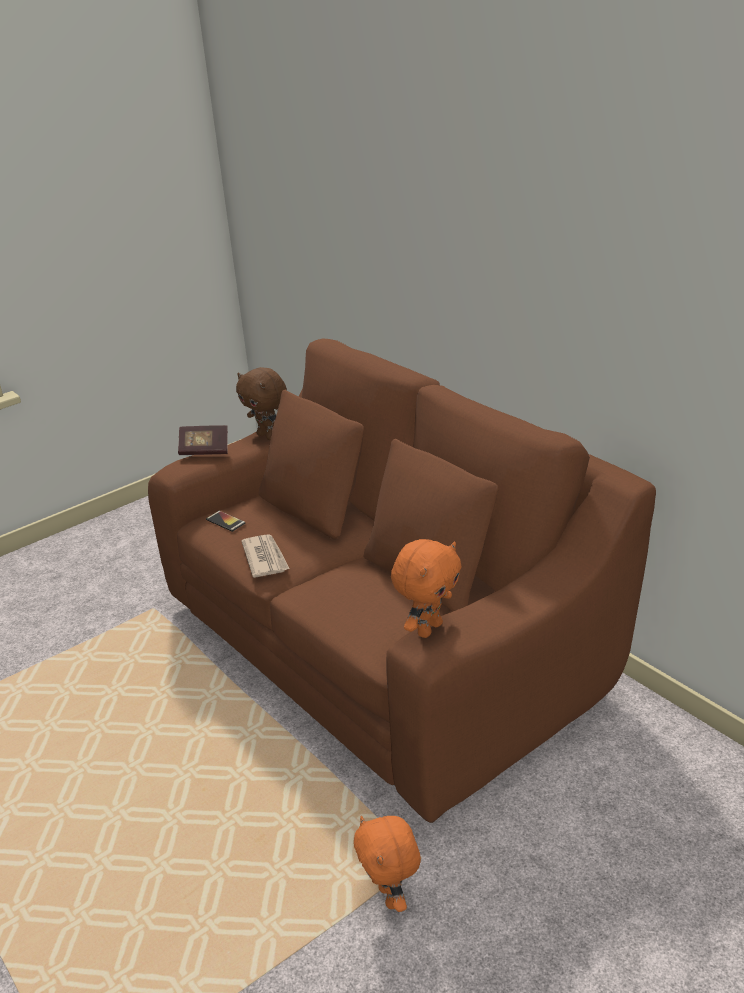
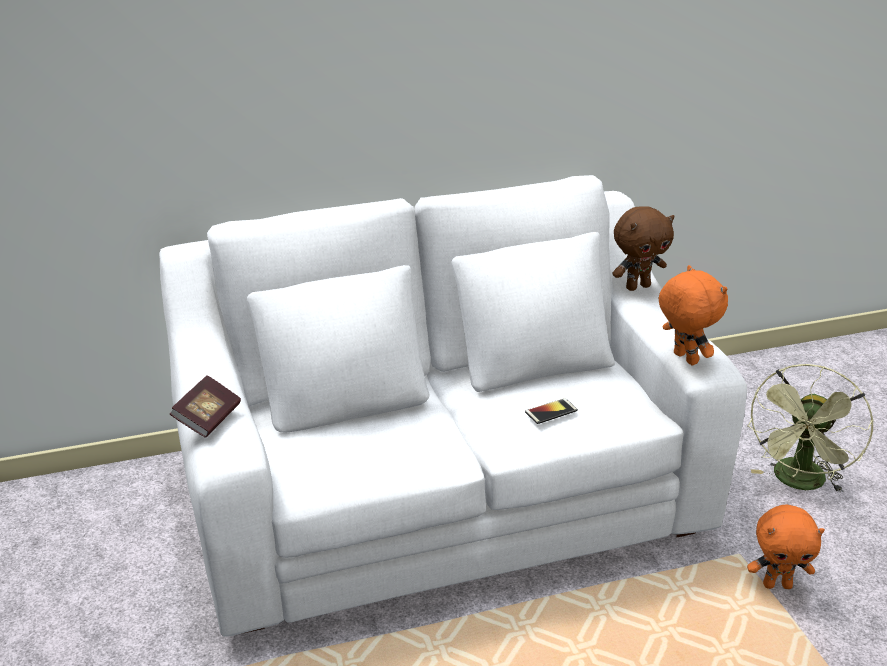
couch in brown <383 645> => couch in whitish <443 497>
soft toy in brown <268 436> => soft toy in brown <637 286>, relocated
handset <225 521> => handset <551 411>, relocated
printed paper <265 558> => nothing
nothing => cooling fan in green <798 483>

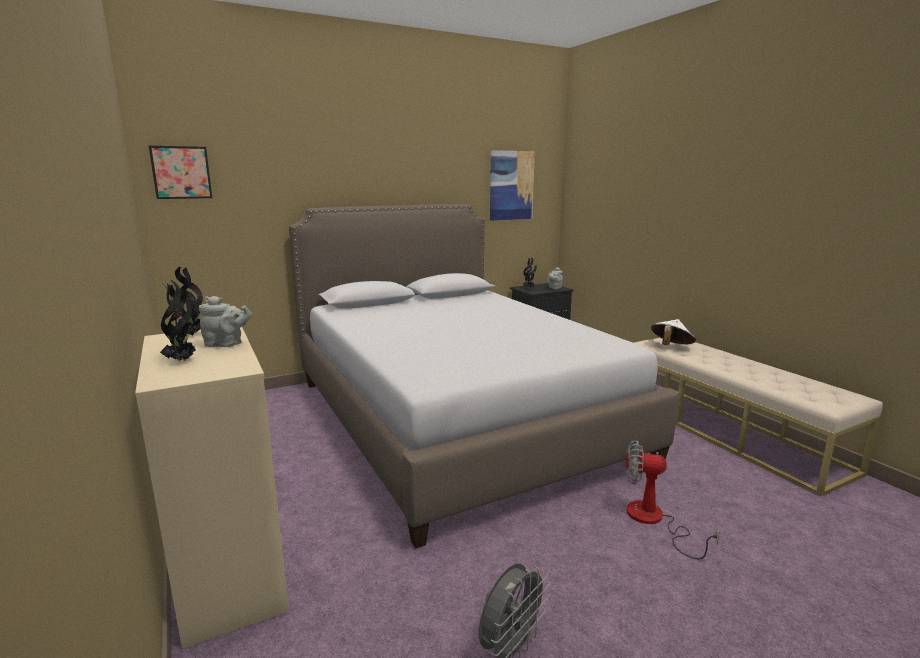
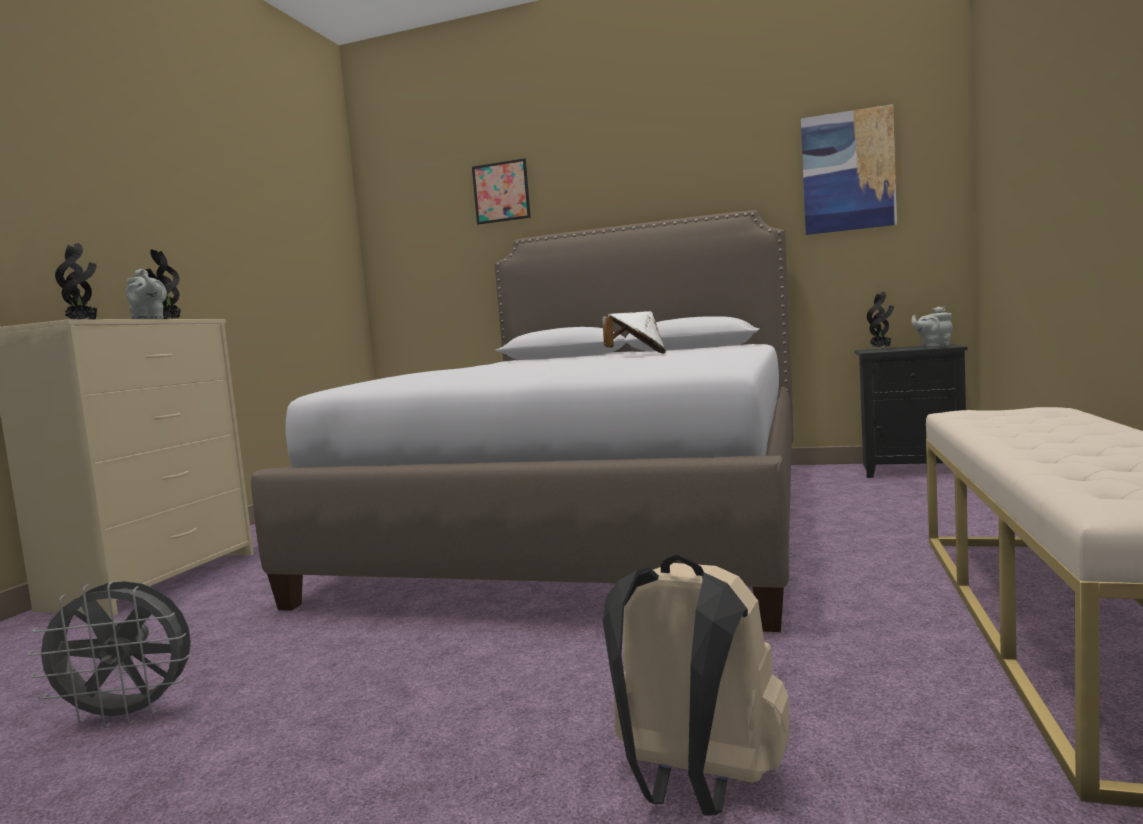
wall picture <181 172> => wall picture <501 192>, relocated
clothing hat in whitish <670 347> => clothing hat in whitish <637 355>, relocated
cooling fan <654 521> => nothing
nothing => backpack in beige-coloured <696 787>

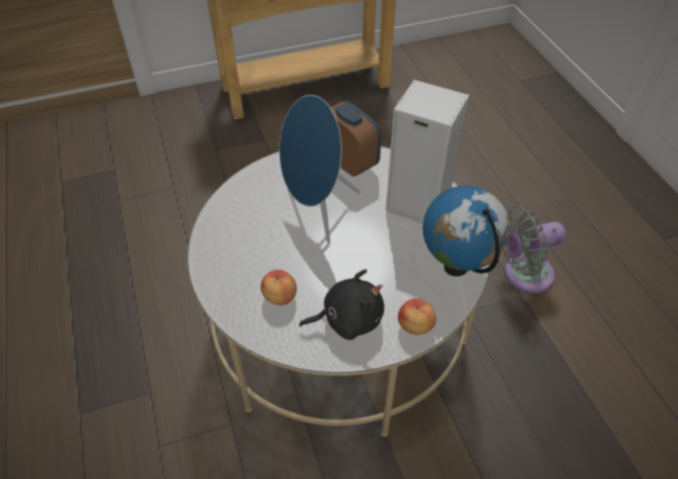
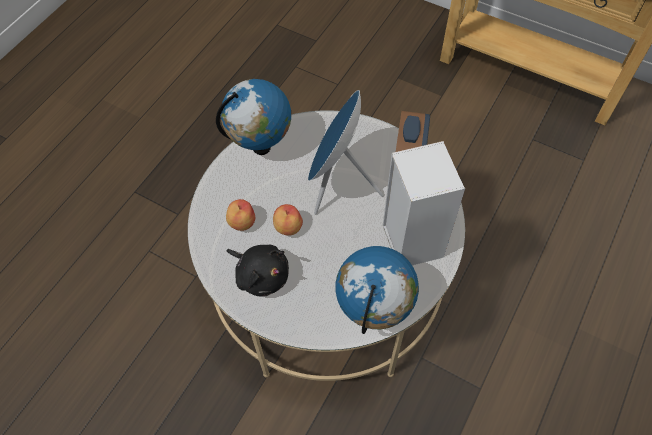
cooling fan in gray <523 275> => nothing
apple <415 326> => apple <287 227>, relocated
nothing => globe <261 146>

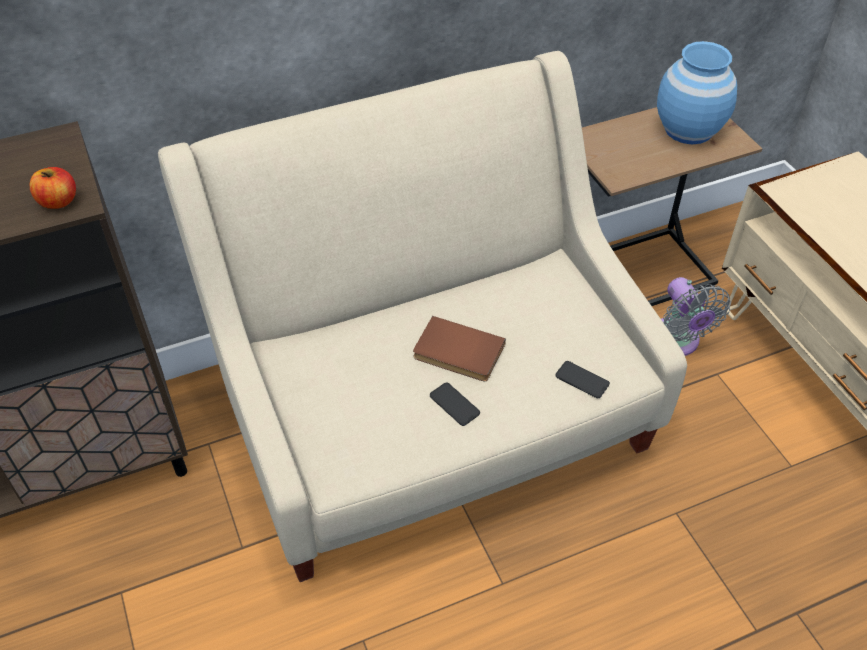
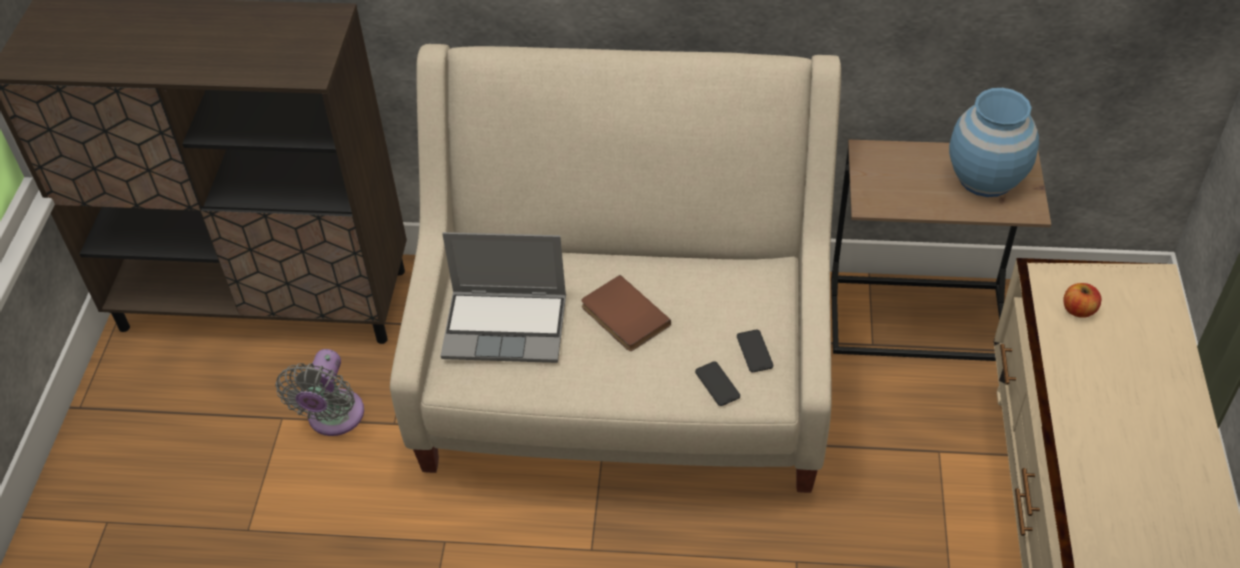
apple <58 201> => apple <1078 310>, relocated
cooling fan in gray <676 342> => cooling fan in gray <333 418>, relocated
handset <454 404> => handset <754 351>, relocated
nothing => laptop <507 327>

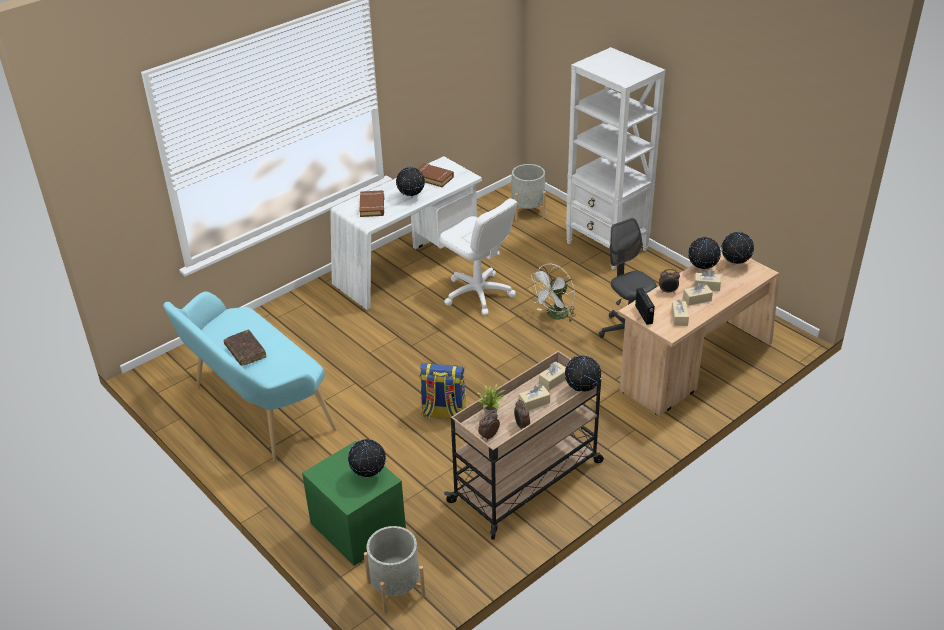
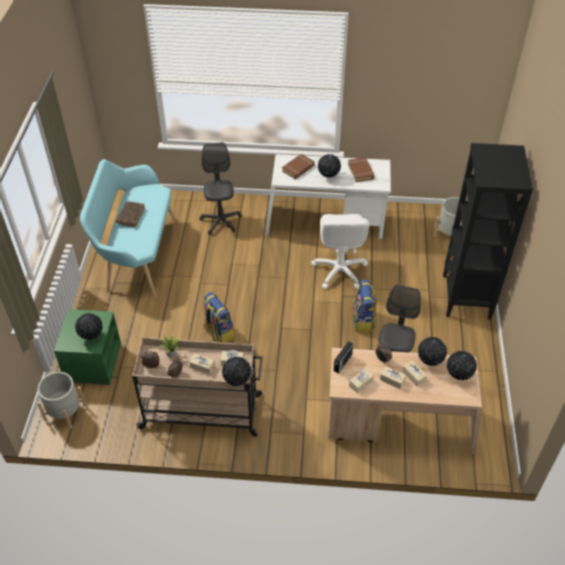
bookcase in whitish <607 247> => bookcase in black <466 297>
cooling fan in whitish <555 316> => backpack <363 320>
nothing => office chair in gray <220 221>

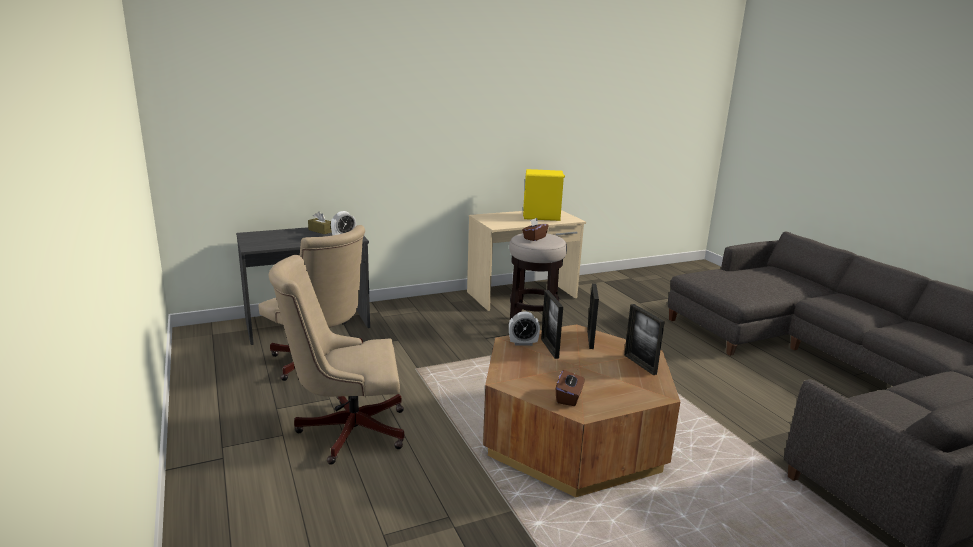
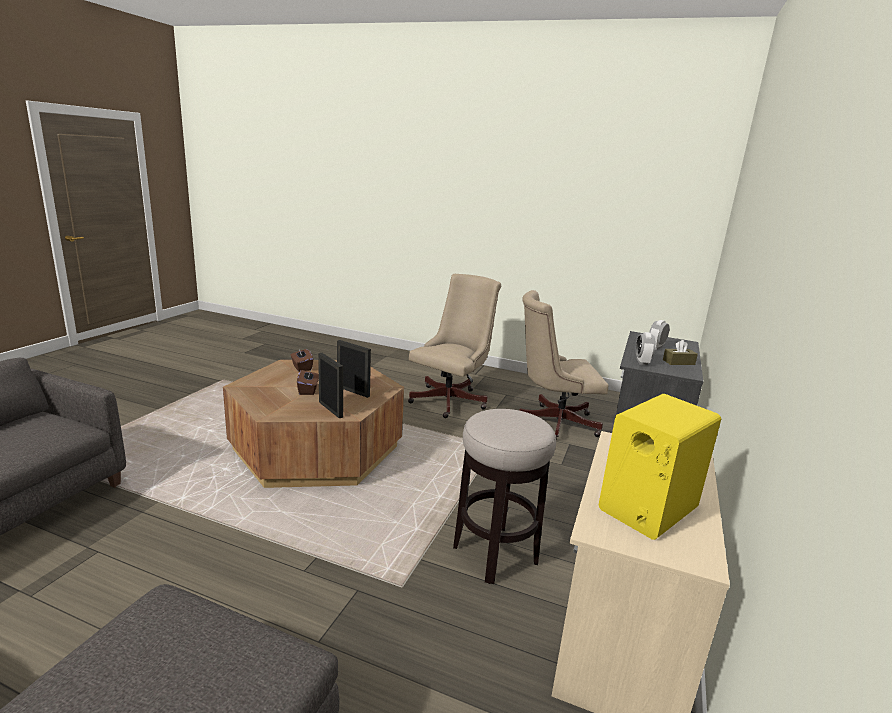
tissue holder in brown <534 238> => tissue holder in brown <308 390>, relocated
photo frame <640 364> => nothing
table clock <523 343> => table clock <656 347>, relocated

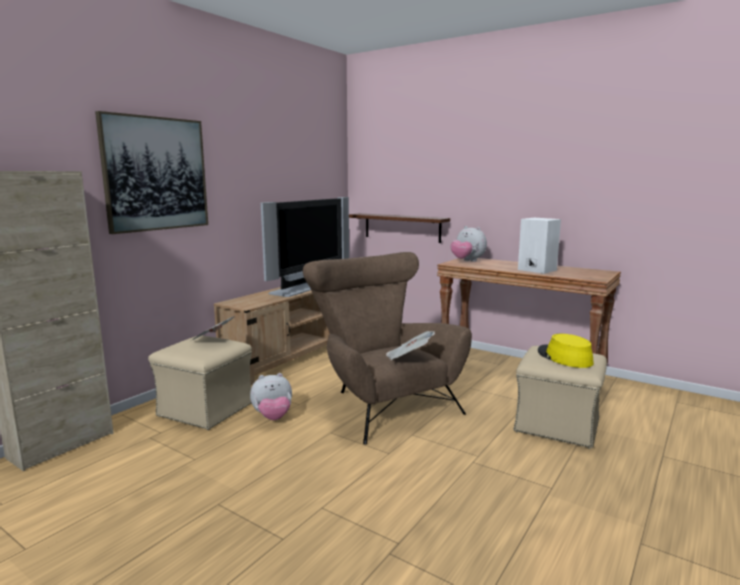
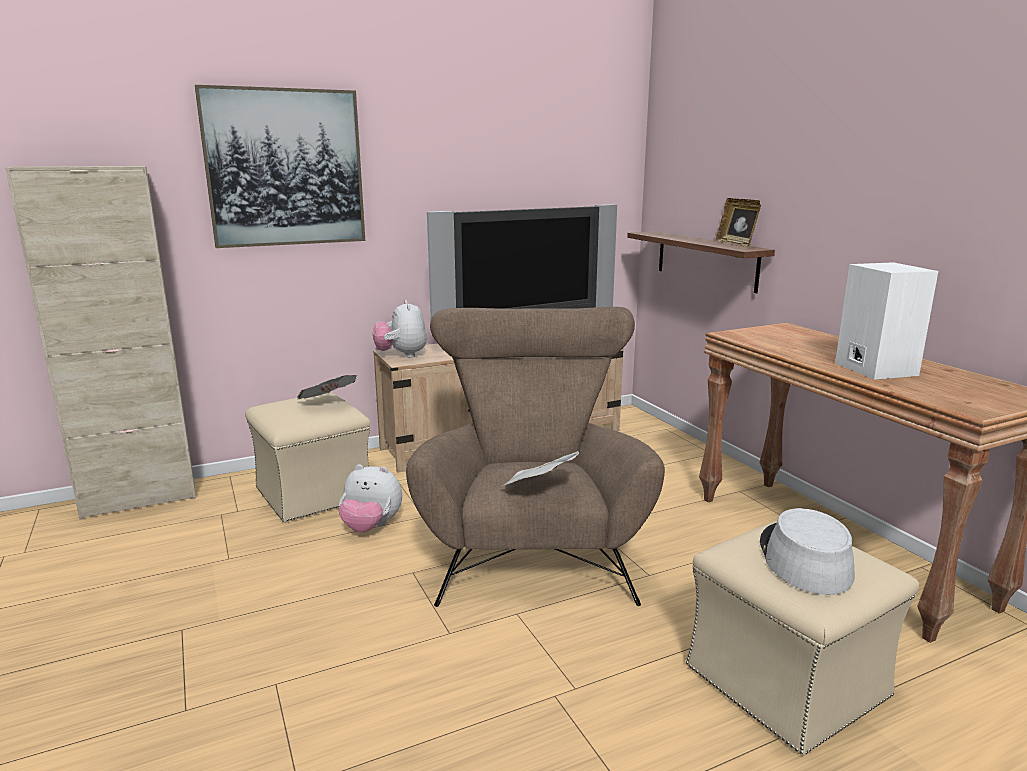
soft toy <467 261> => soft toy <401 355>, relocated
clothing hat in yellowish <564 357> => clothing hat in gray <803 559>
nothing => photo frame <736 244>

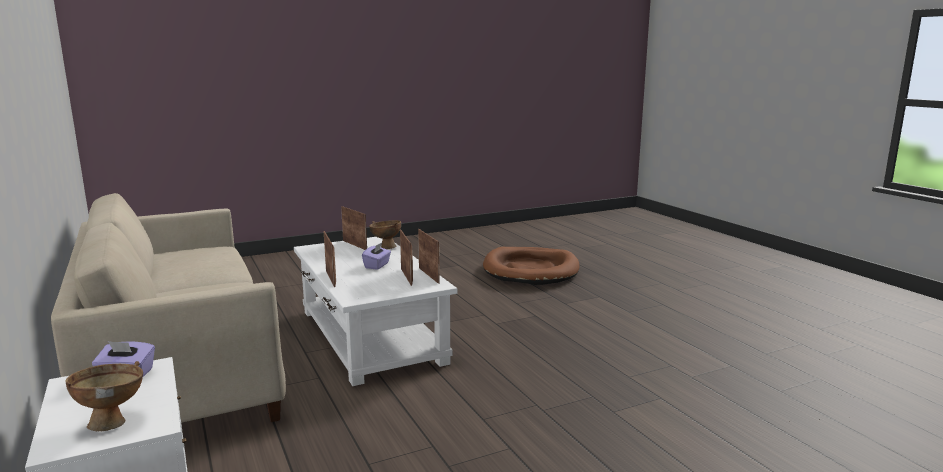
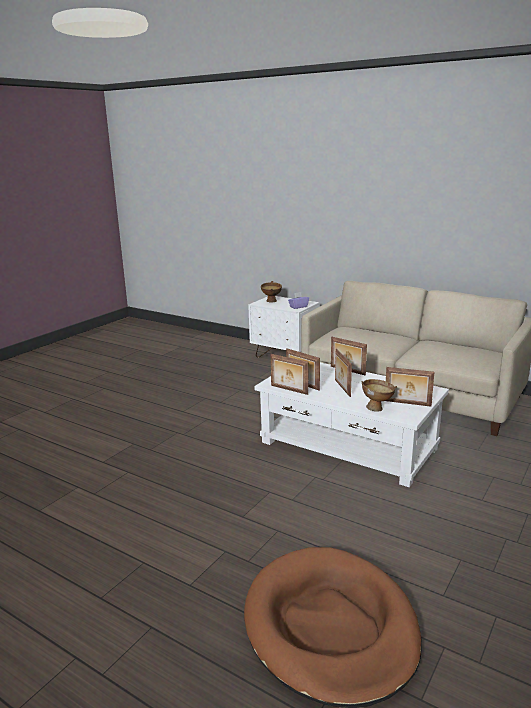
tissue holder in purplish <377 265> => photo frame <341 388>

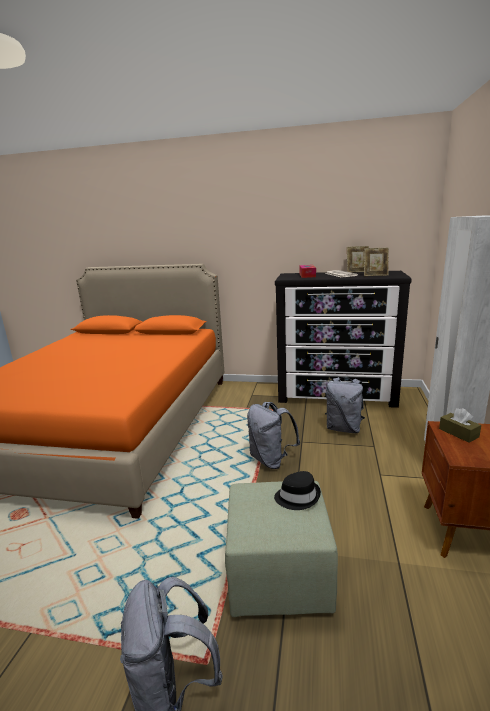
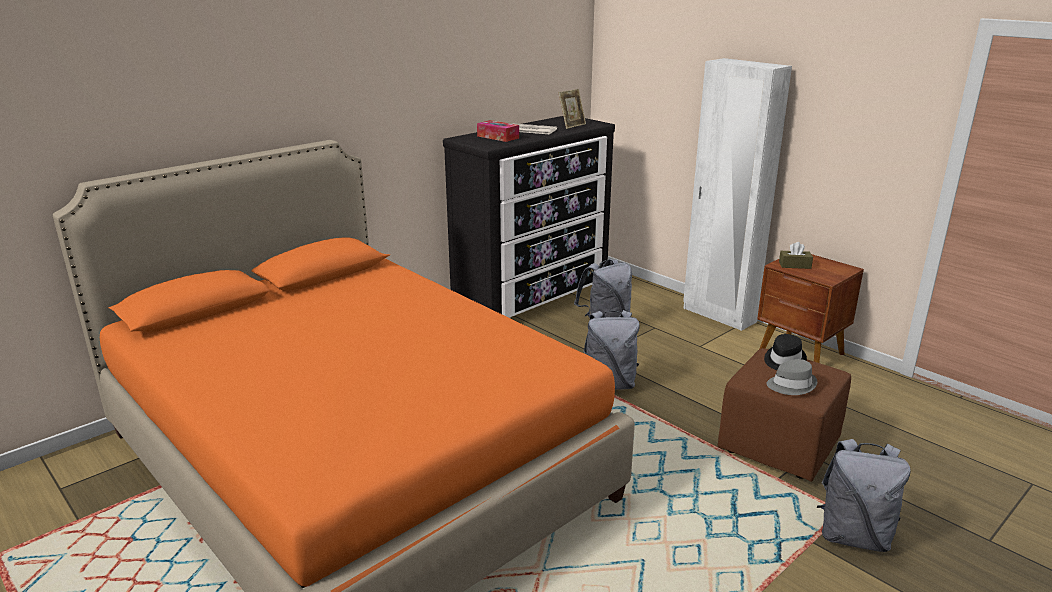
photo frame <357 271> => nothing
pouffe in green <280 574> => pouffe in brown <778 445>
nothing => clothing hat in gray <791 385>

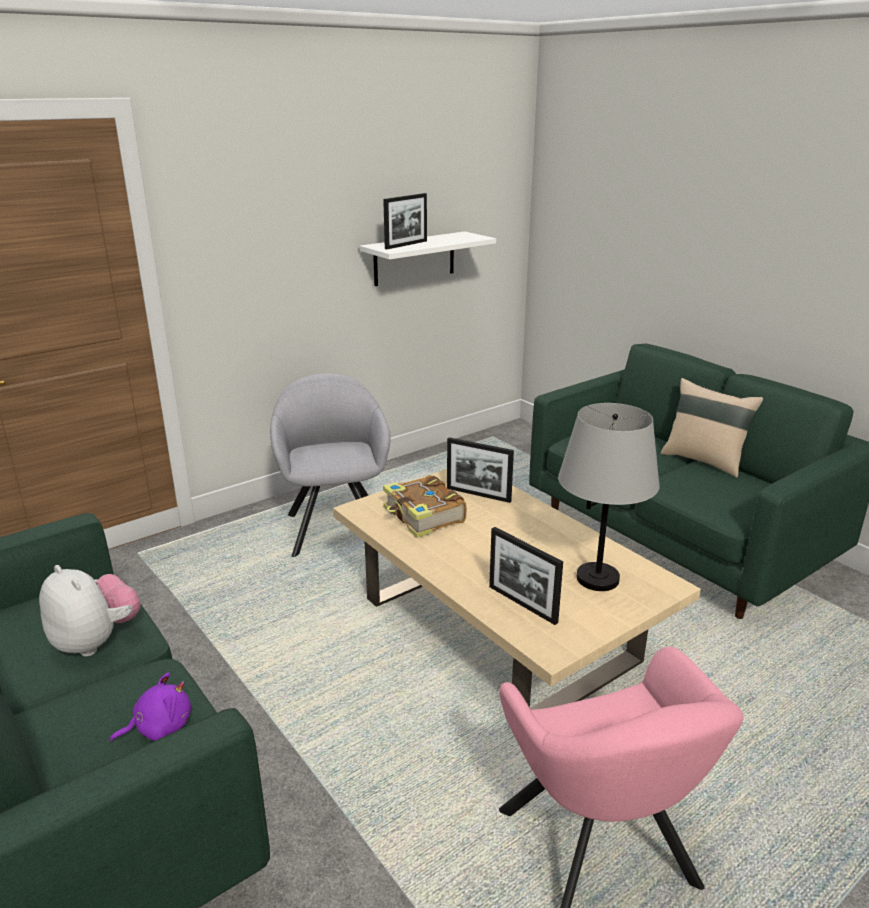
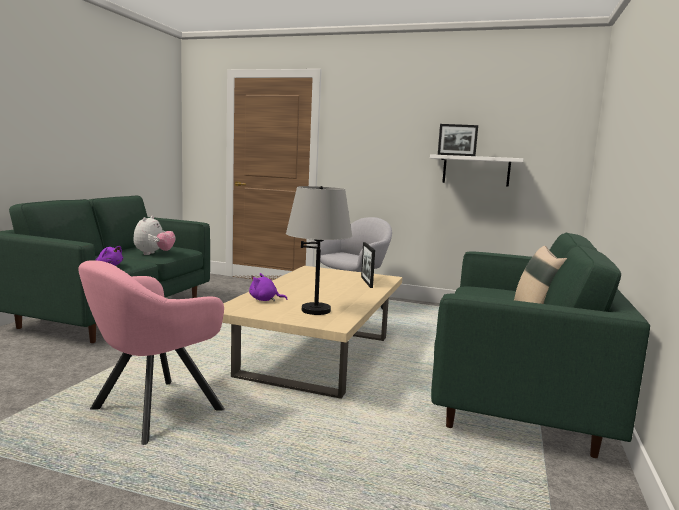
book <423 516> => nothing
photo frame <522 604> => soft toy in purplish <265 300>

